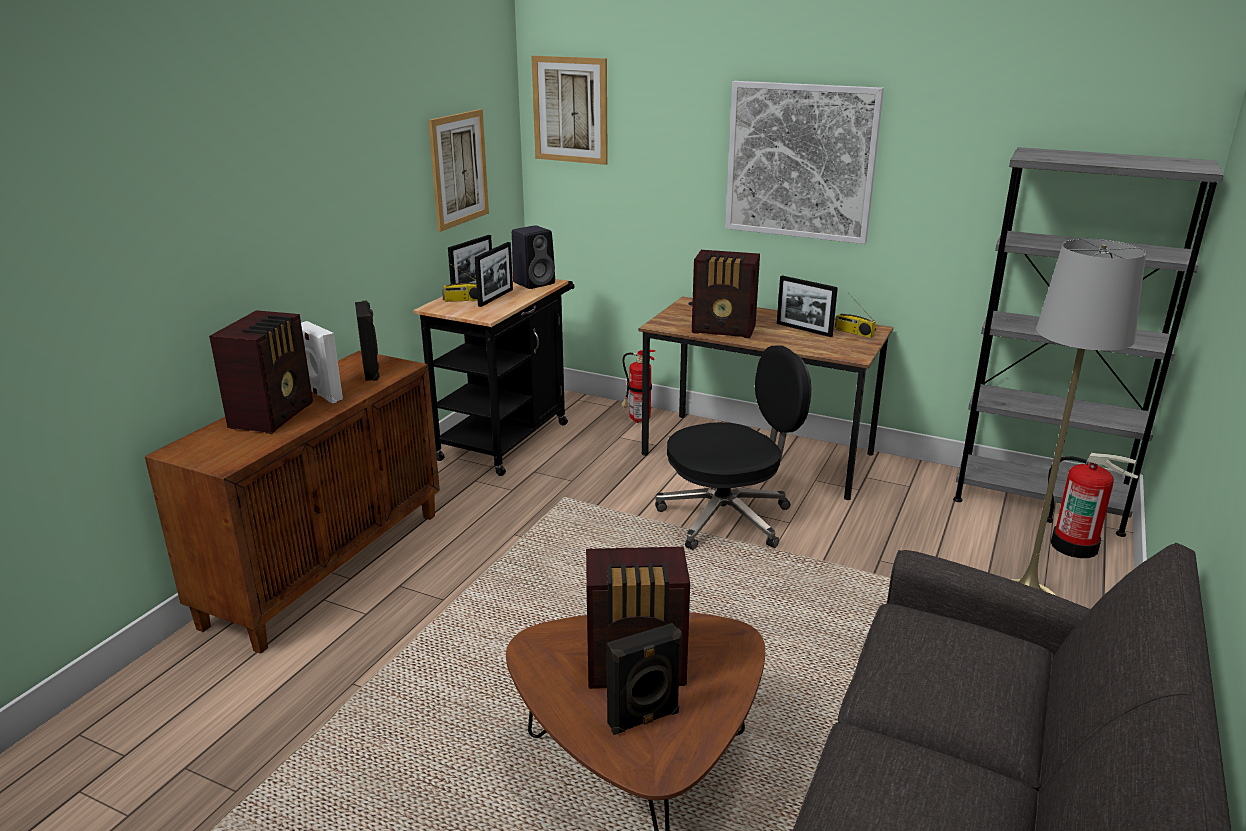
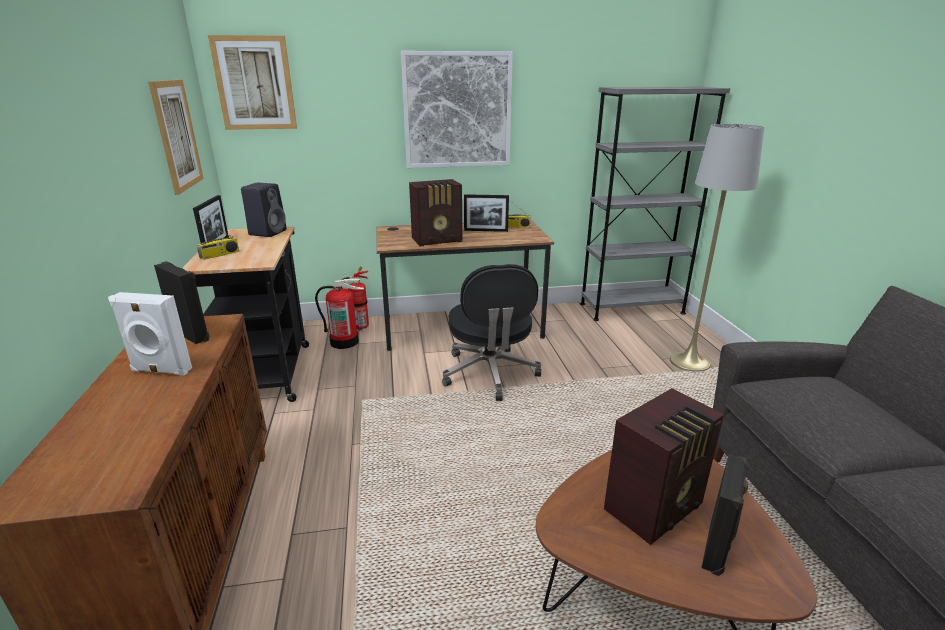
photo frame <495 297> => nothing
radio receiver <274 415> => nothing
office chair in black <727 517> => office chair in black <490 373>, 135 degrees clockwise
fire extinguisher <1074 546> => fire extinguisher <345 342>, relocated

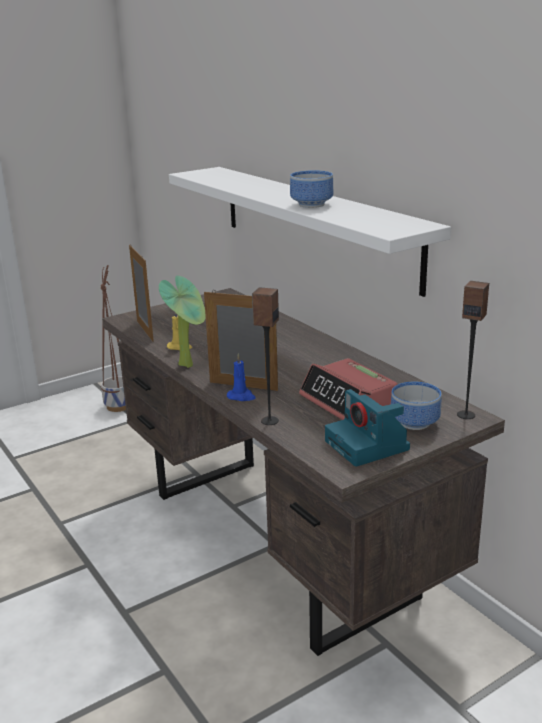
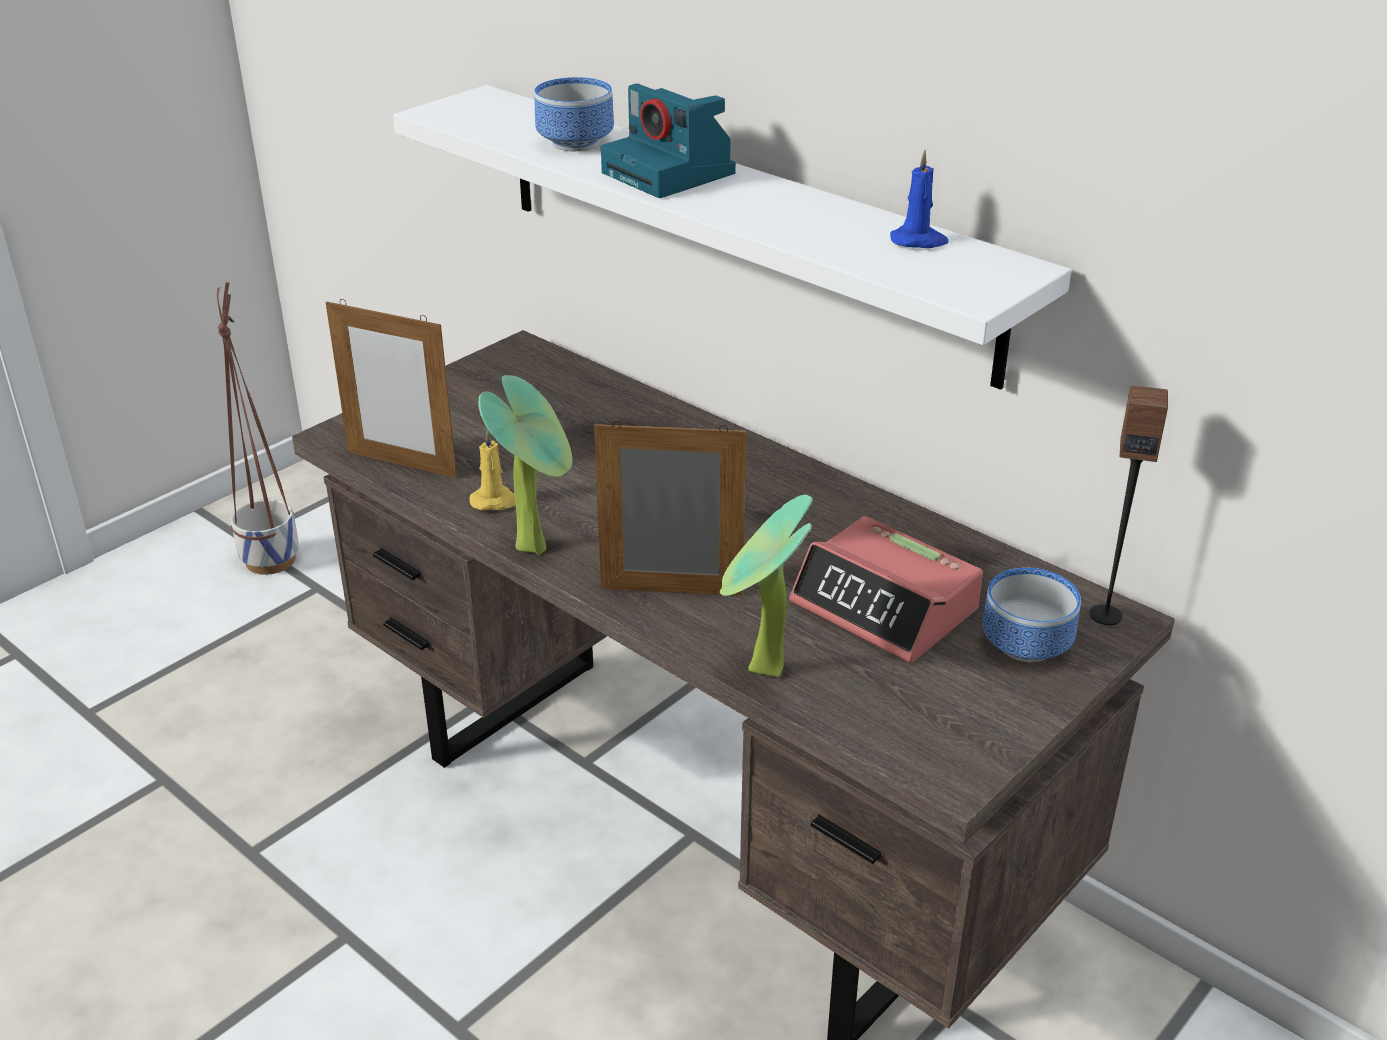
bowl <313 204> => bowl <577 142>, relocated
photo frame <145 331> => photo frame <402 464>, 150 degrees clockwise
loudspeaker <269 421> => houseplant <761 674>
wax candle in blue-coloured <241 397> => wax candle in blue-coloured <919 241>, relocated
photo camera <368 446> => photo camera <671 174>, relocated

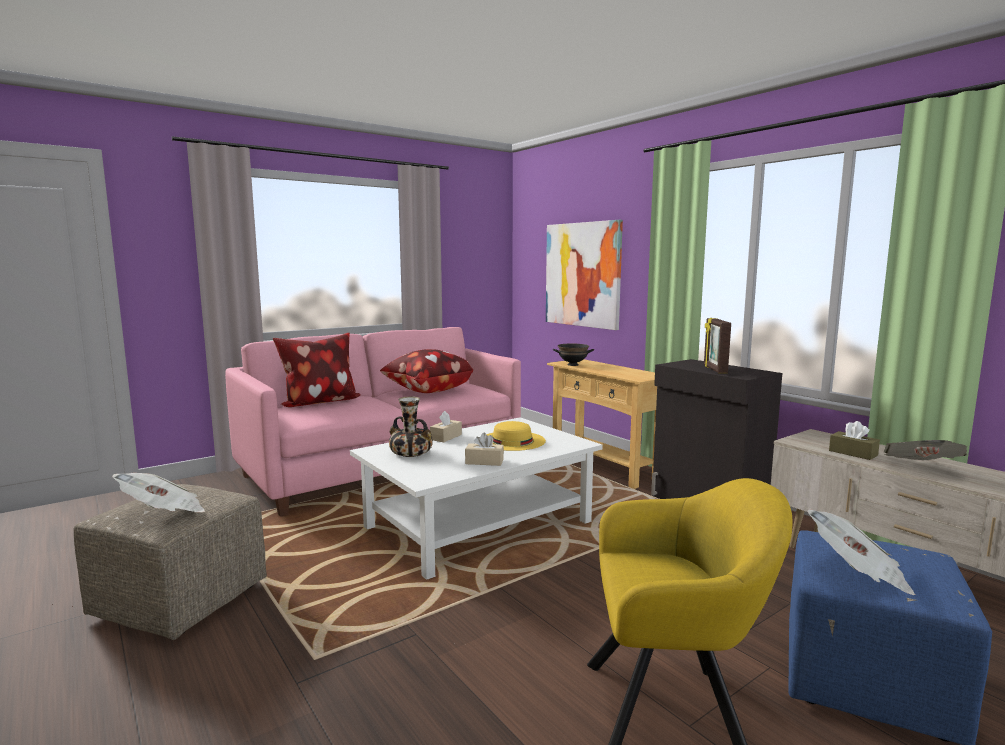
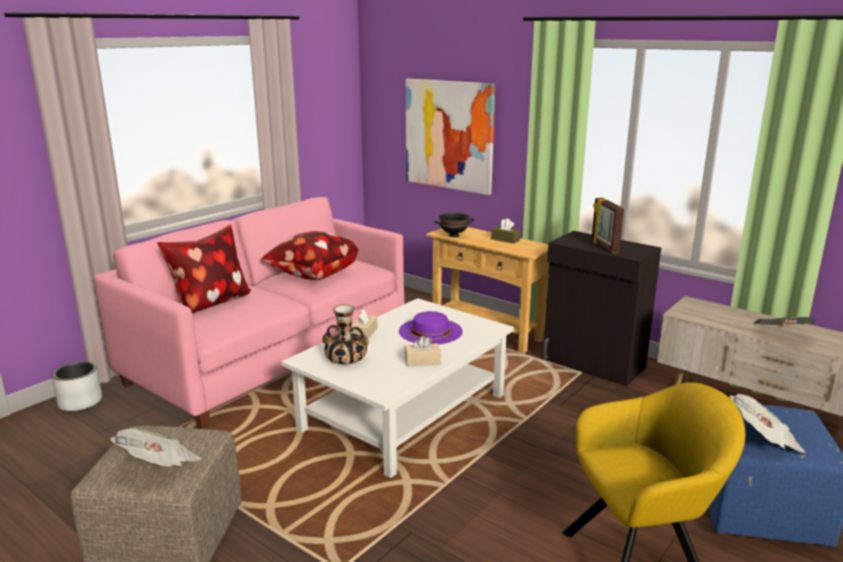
clothing hat in yellowish <512 440> => clothing hat in purplish <430 331>
tissue holder in brown <853 453> => tissue holder in brown <505 239>, relocated
nothing => planter in gray <80 402>

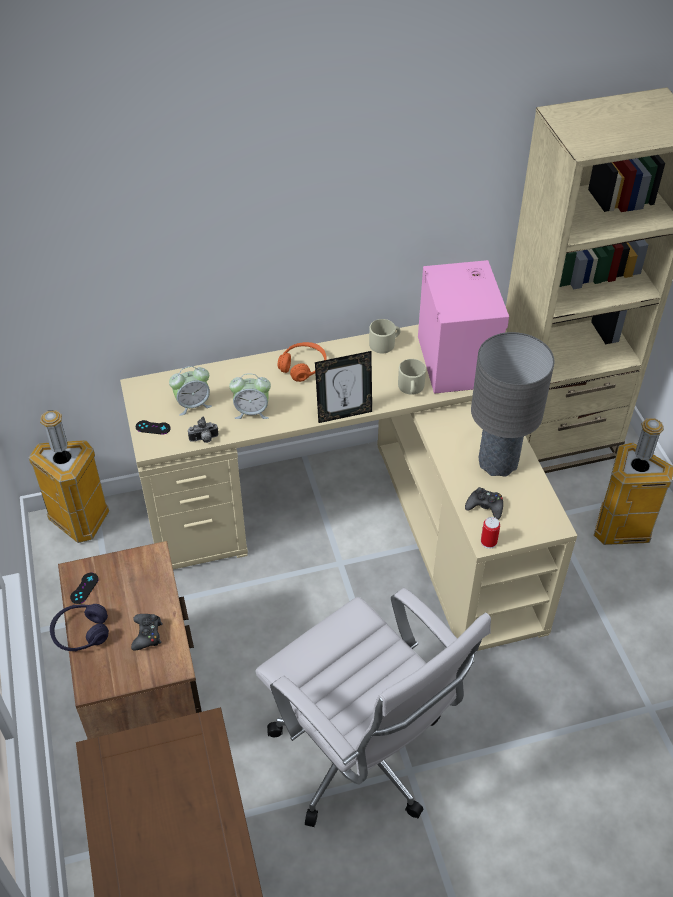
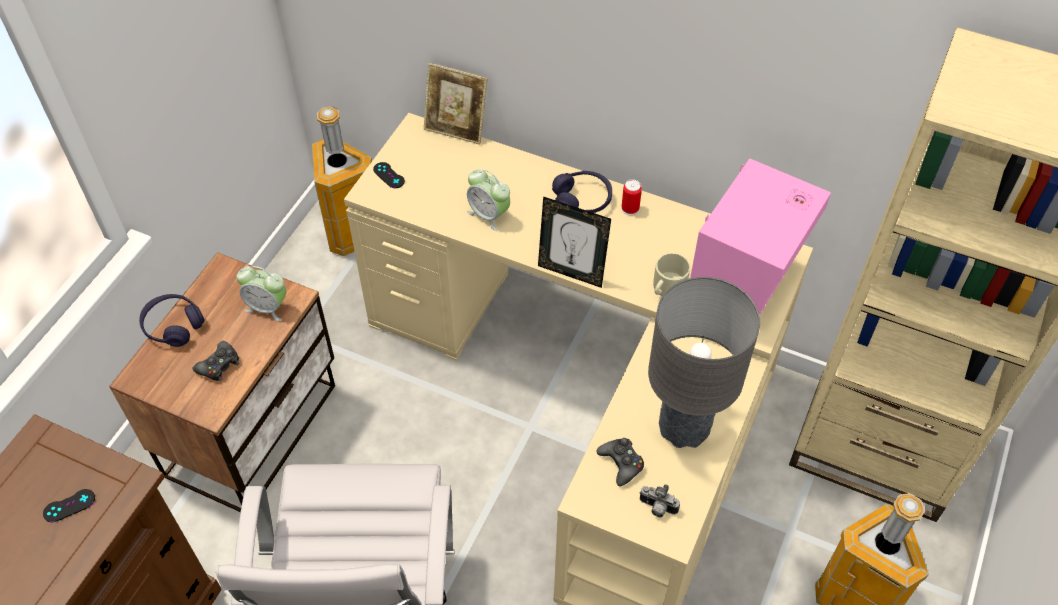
mug in beige-coloured <385 343> => nothing
headphones in orange-coloured <303 367> => headphones in purplish <582 200>
table clock <193 404> => table clock <267 307>, relocated
photo camera <204 439> => photo camera <657 508>, relocated
sealed can <488 542> => sealed can <630 209>, relocated
joypad in black <84 588> => joypad in black <69 506>, relocated
nothing => photo frame <456 129>

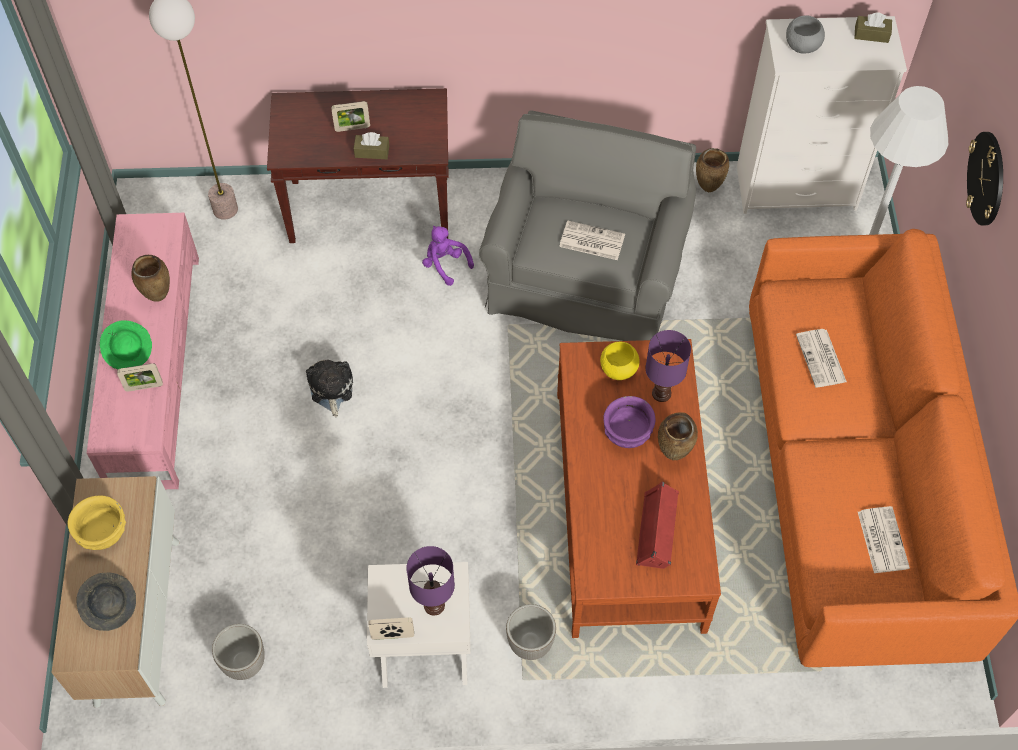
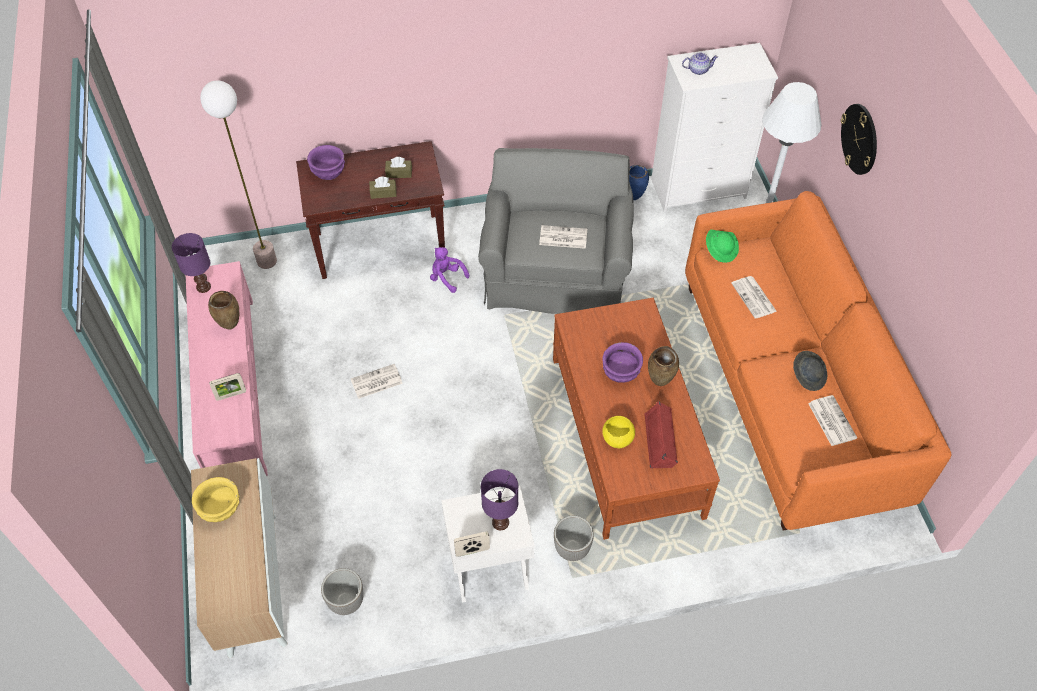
tissue holder in brown <871 34> => tissue holder in brown <399 173>, relocated
bowl in gray <802 45> => teapot <698 70>
photo frame <352 128> => nothing
vase in brown <708 188> => vase in blue-coloured <633 197>
clothing hat in green <129 351> => clothing hat in green <721 250>, relocated
tabletop lamp in purplish <661 394> => tabletop lamp in purplish <203 287>, relocated
bowl in yellowish <618 368> => bowl in yellowish <617 438>, relocated
soft toy <331 389> => printed paper <376 382>
clothing hat in gray <110 606> => clothing hat in gray <808 376>, relocated
nothing => bowl in purplish <328 171>

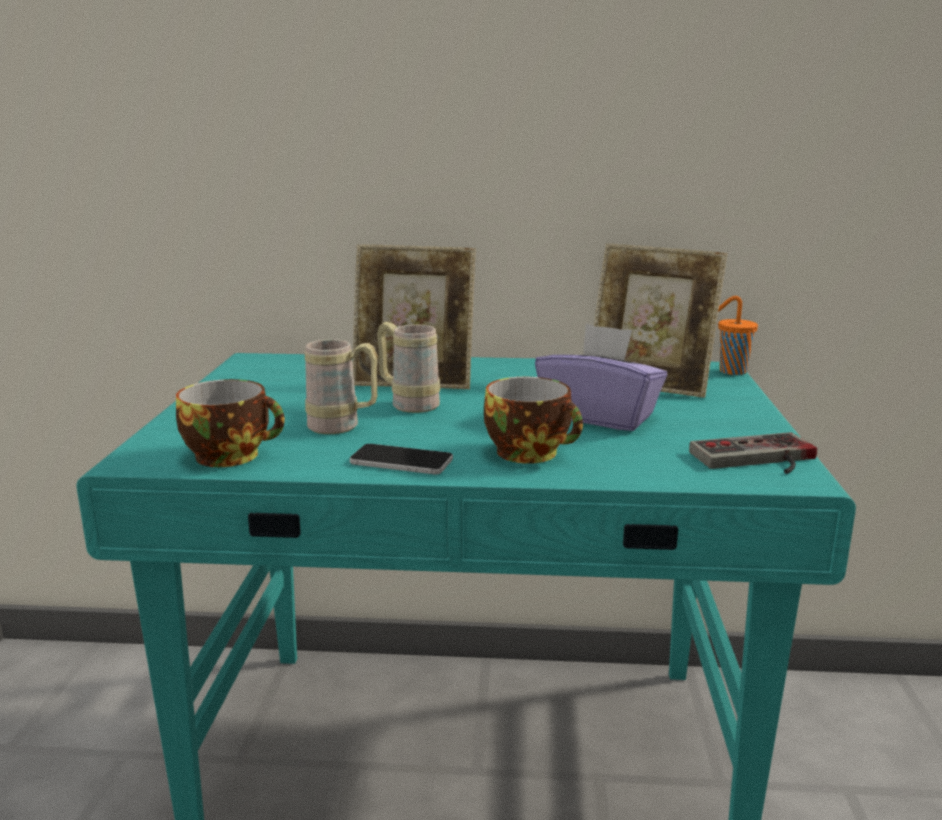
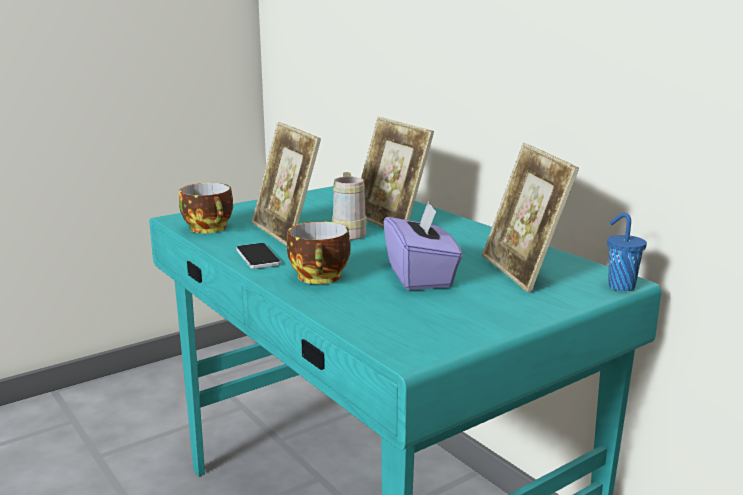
drinking cup in orange-coloured <731 371> => drinking cup in blue-coloured <620 286>
mug in beige-coloured <343 427> => photo frame <286 233>
joypad <759 460> => nothing

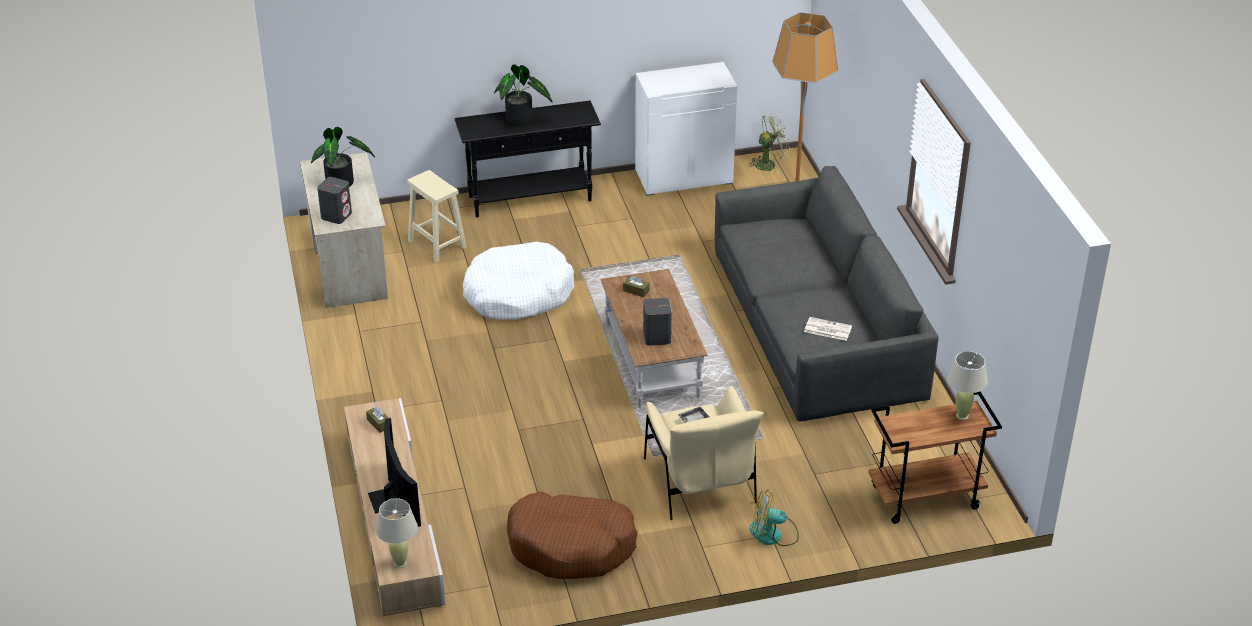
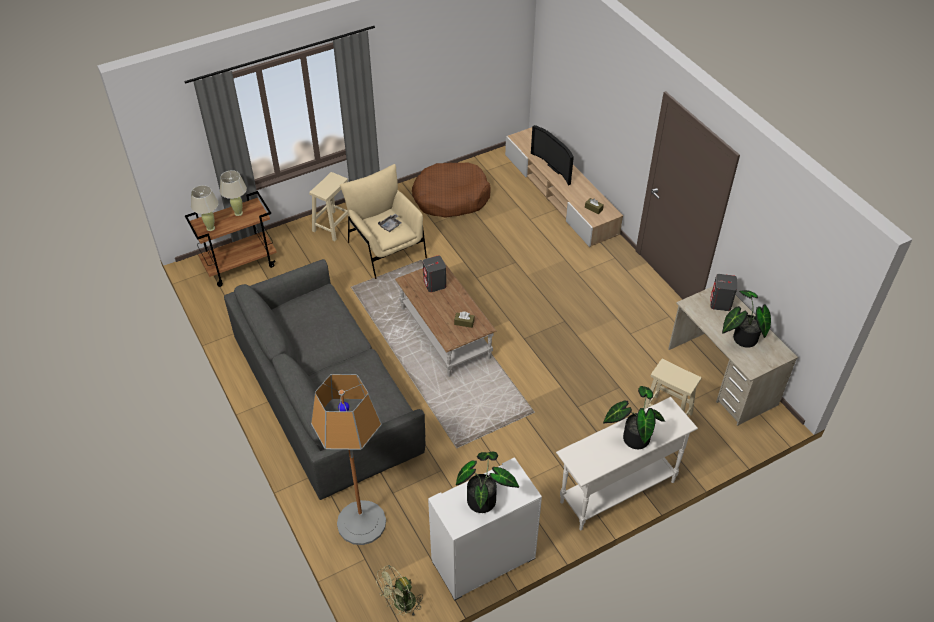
console table in black <530 199> => console table in whitish <617 491>
pet bed in whitish <518 294> => nothing
printed paper <827 329> => nothing
cooling fan <773 534> => stool seat in beige-coloured <334 225>
tabletop lamp in beige-coloured <400 563> => tabletop lamp in beige-coloured <238 213>, relocated
nothing => houseplant <484 498>

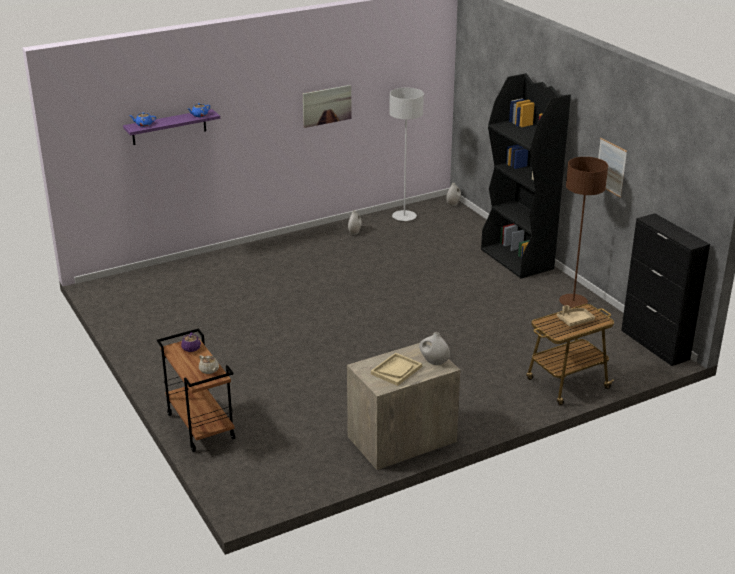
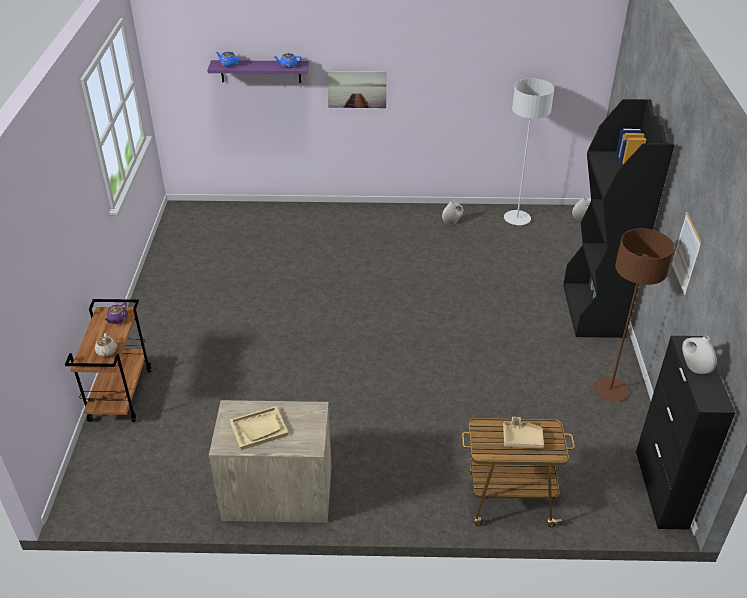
wall picture <327 106> => wall picture <357 89>, relocated
vase in whitish <433 362> => vase in whitish <694 367>, relocated

